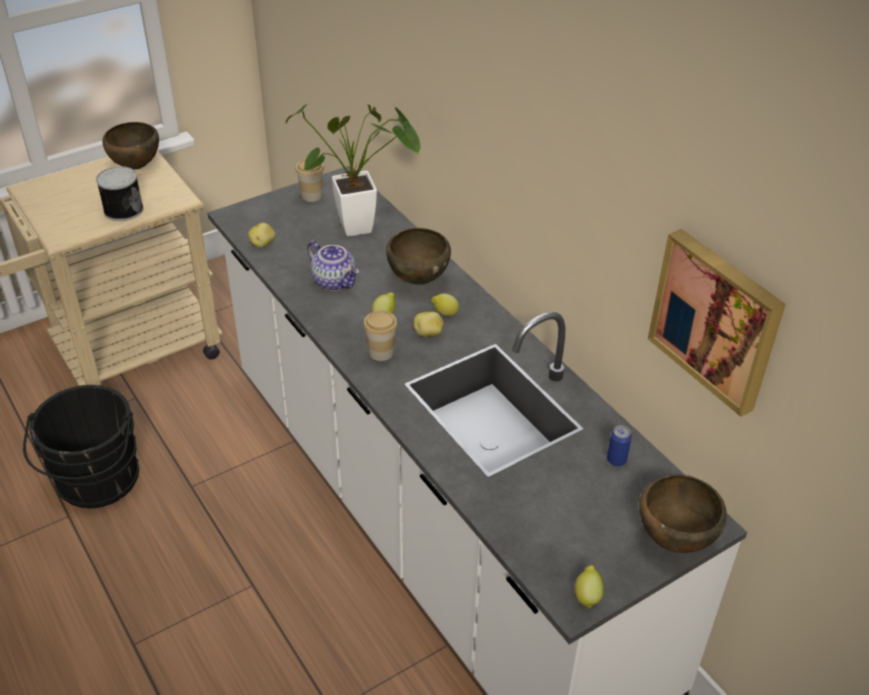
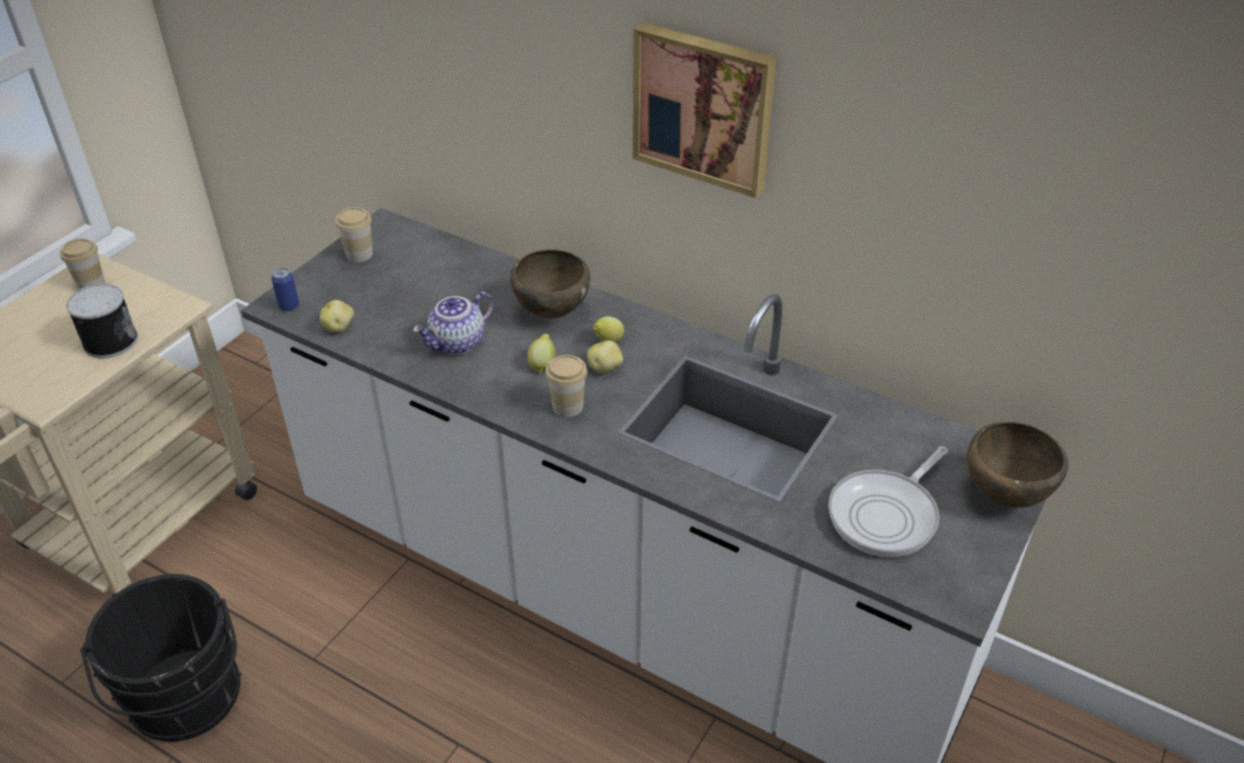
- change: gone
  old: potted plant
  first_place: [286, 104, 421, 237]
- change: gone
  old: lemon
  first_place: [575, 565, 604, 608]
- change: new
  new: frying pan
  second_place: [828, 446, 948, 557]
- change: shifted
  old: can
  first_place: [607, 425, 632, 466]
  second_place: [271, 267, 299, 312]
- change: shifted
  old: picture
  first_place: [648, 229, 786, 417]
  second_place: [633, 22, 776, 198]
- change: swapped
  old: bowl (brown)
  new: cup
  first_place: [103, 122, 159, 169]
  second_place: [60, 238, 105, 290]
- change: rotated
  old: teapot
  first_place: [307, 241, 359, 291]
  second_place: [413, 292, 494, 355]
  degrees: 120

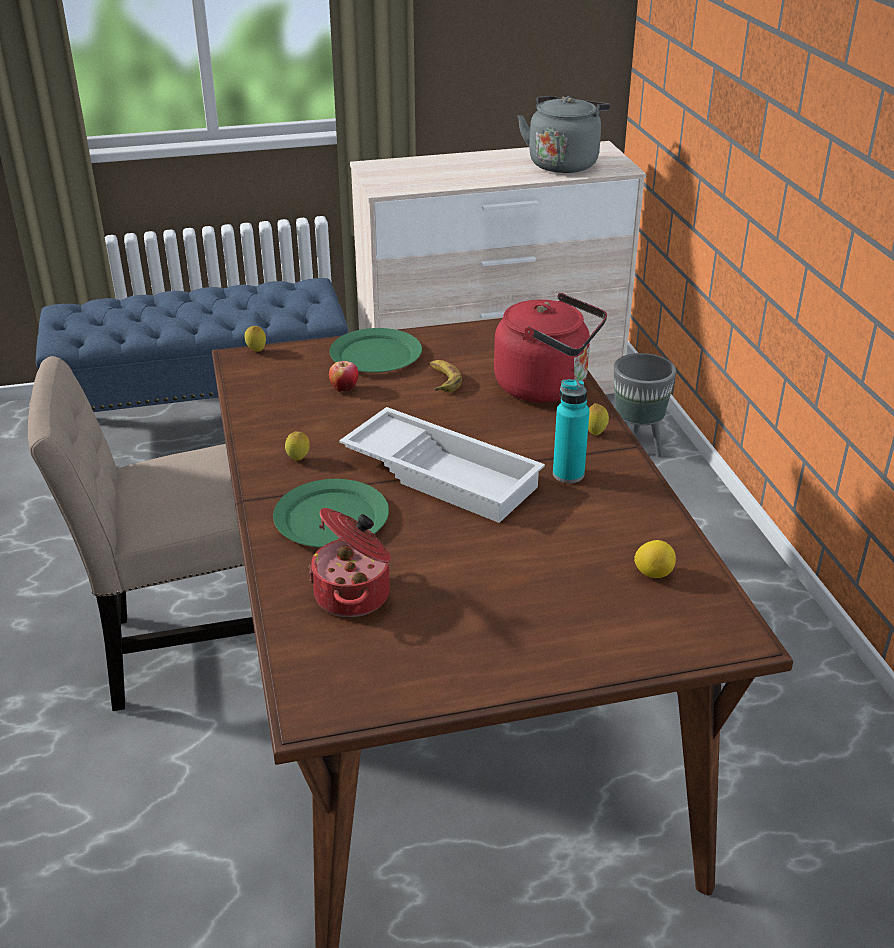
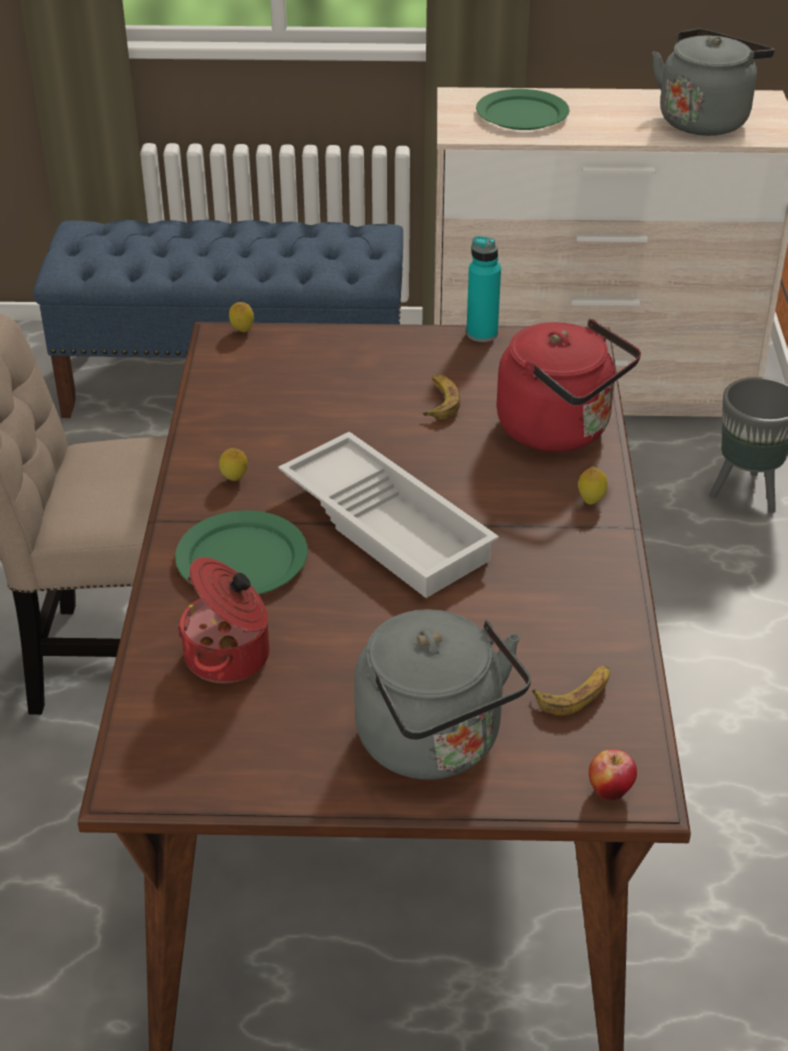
- change: new
  new: kettle (grey)
  second_place: [354, 609, 531, 779]
- change: shifted
  old: plate (green)
  first_place: [329, 328, 422, 373]
  second_place: [476, 89, 569, 130]
- change: shifted
  old: apple
  first_place: [329, 361, 359, 392]
  second_place: [589, 749, 637, 800]
- change: shifted
  old: bottle (turquoise)
  first_place: [553, 379, 590, 483]
  second_place: [466, 236, 501, 342]
- change: swapped
  old: lemon
  new: banana
  first_place: [634, 540, 676, 578]
  second_place: [532, 666, 610, 715]

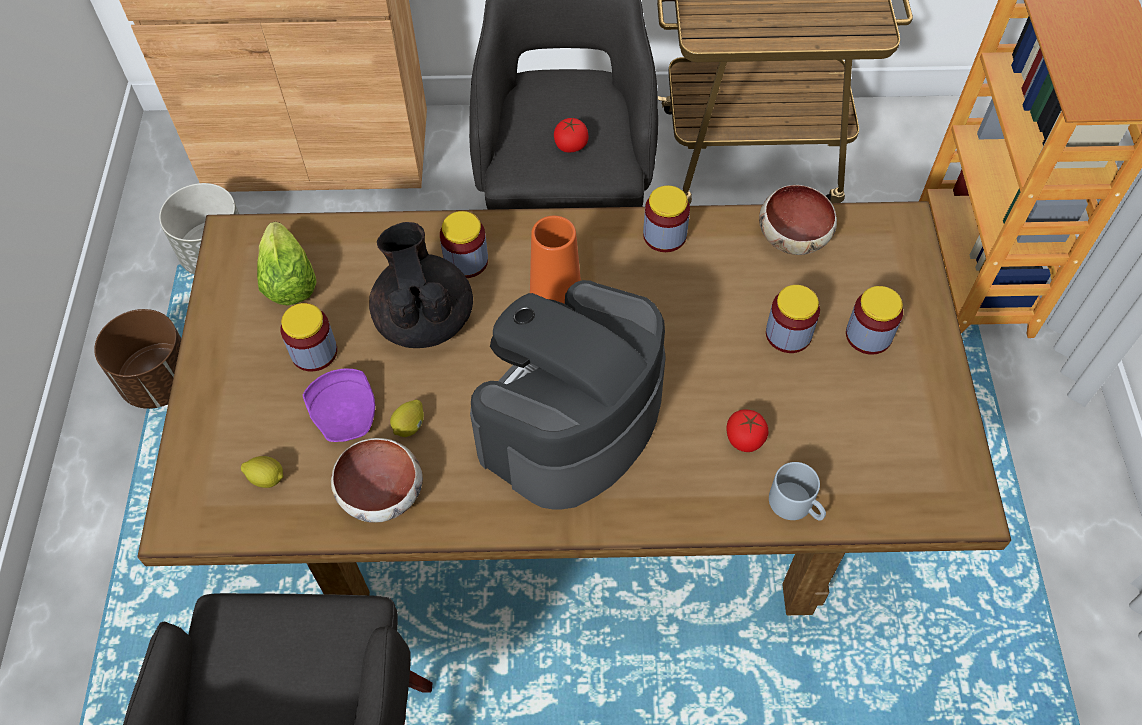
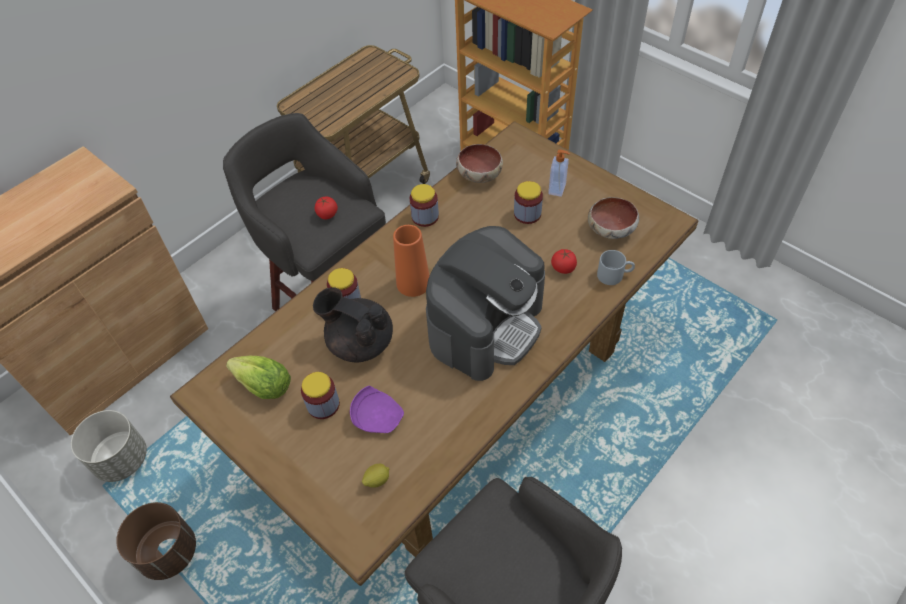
- change: gone
  old: lemon
  first_place: [390, 400, 424, 437]
- change: shifted
  old: bowl
  first_place: [331, 438, 423, 523]
  second_place: [588, 197, 639, 239]
- change: swapped
  old: jar
  new: soap dispenser
  first_place: [846, 286, 903, 355]
  second_place: [548, 150, 570, 197]
- change: rotated
  old: coffee machine
  first_place: [470, 280, 666, 509]
  second_place: [426, 226, 545, 381]
  degrees: -135

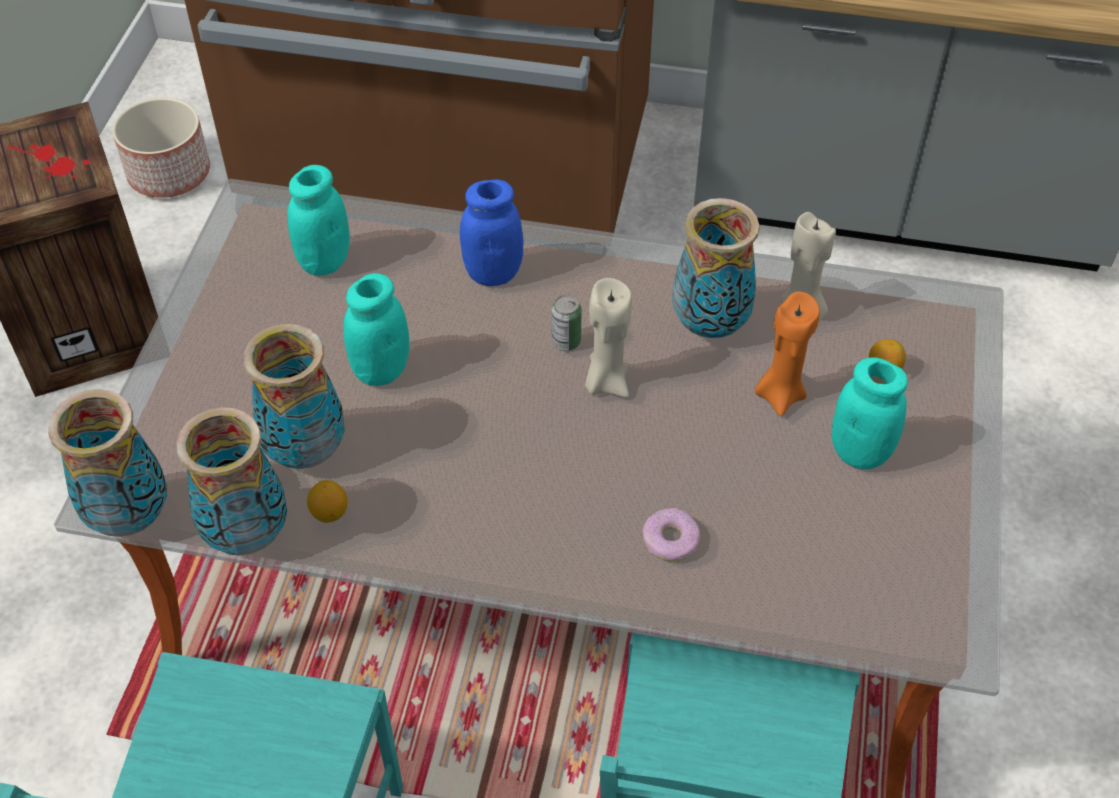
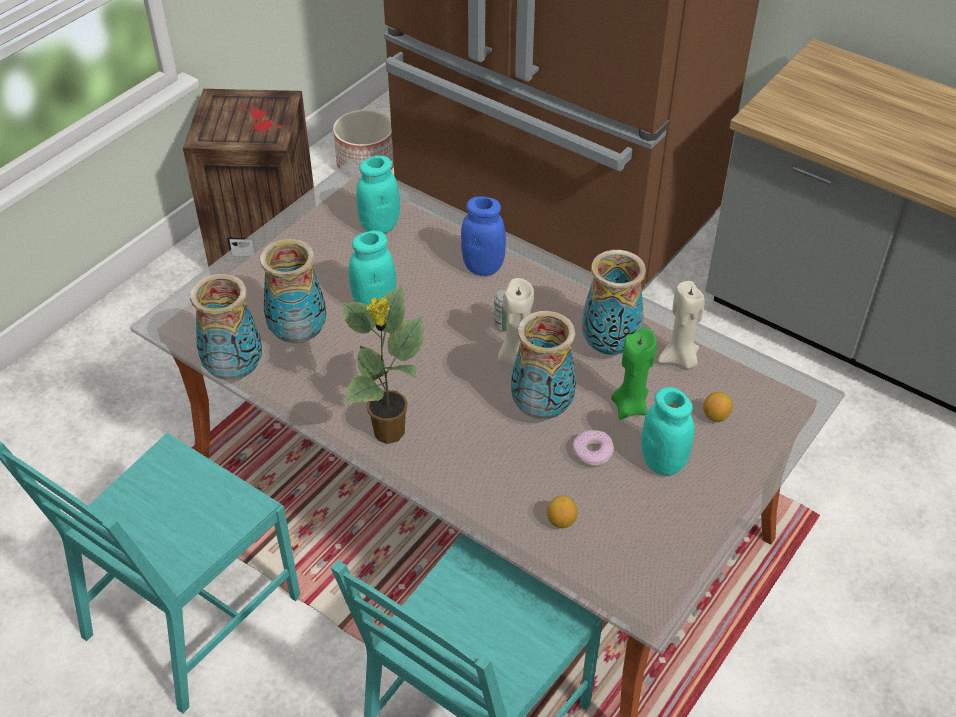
- change: new
  new: potted plant
  second_place: [342, 285, 424, 444]
- change: shifted
  old: vase
  first_place: [48, 389, 167, 537]
  second_place: [511, 311, 576, 419]
- change: shifted
  old: lemon
  first_place: [307, 480, 348, 523]
  second_place: [547, 495, 577, 528]
- change: shifted
  old: donut
  first_place: [642, 508, 700, 561]
  second_place: [573, 430, 614, 466]
- change: repainted
  old: candle (orange)
  new: candle (green)
  first_place: [755, 291, 820, 416]
  second_place: [611, 328, 657, 420]

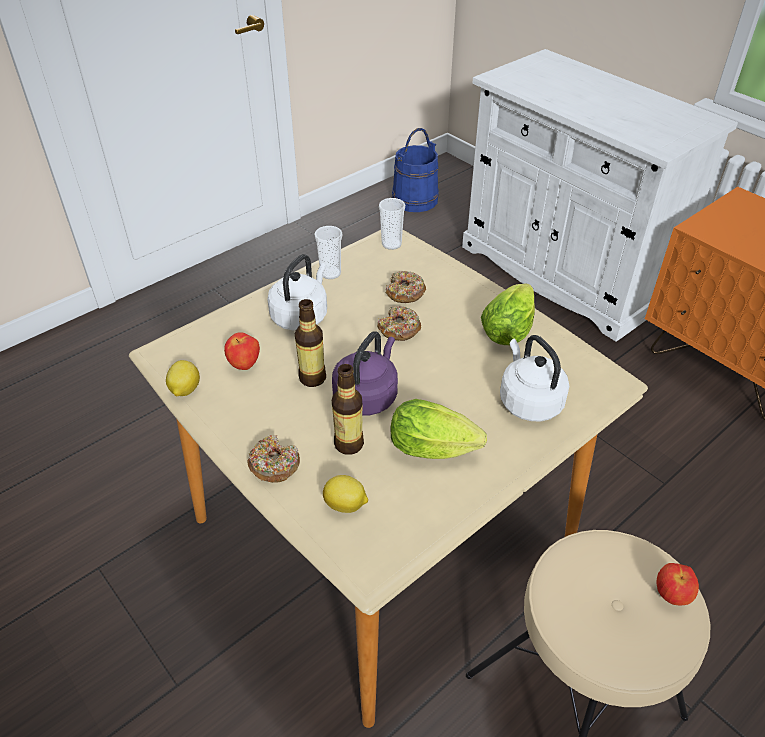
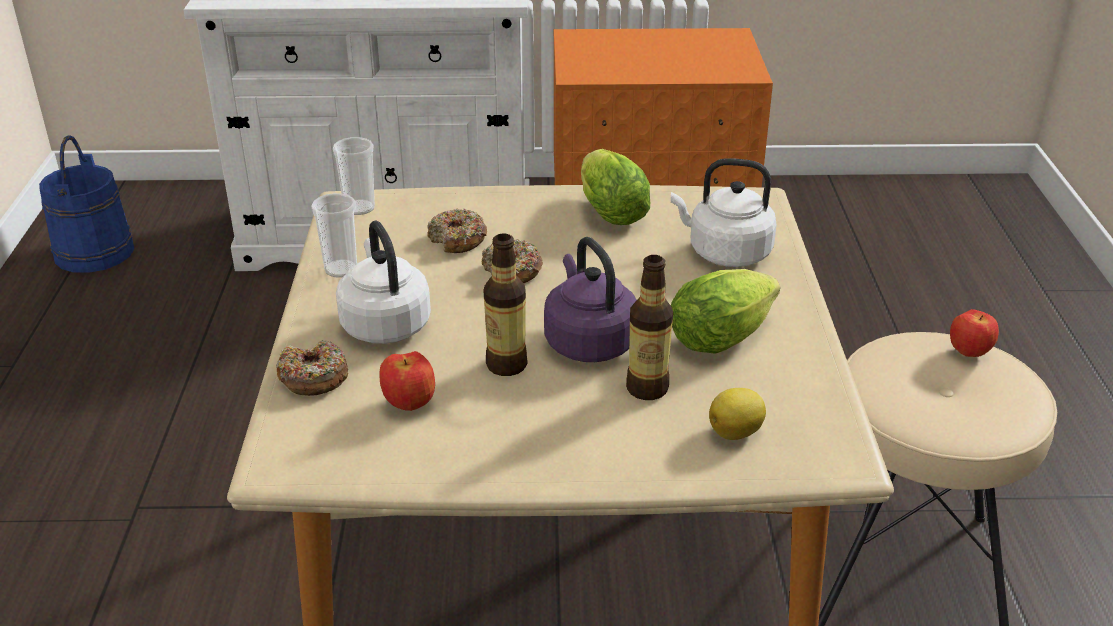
- change: gone
  old: lemon
  first_place: [166, 360, 200, 396]
- change: shifted
  old: donut
  first_place: [248, 435, 300, 483]
  second_place: [276, 340, 348, 396]

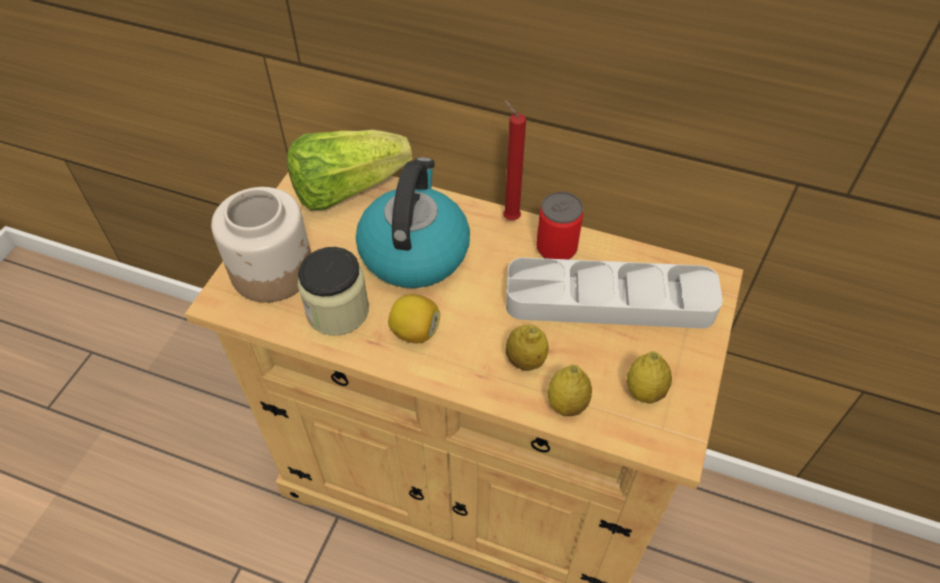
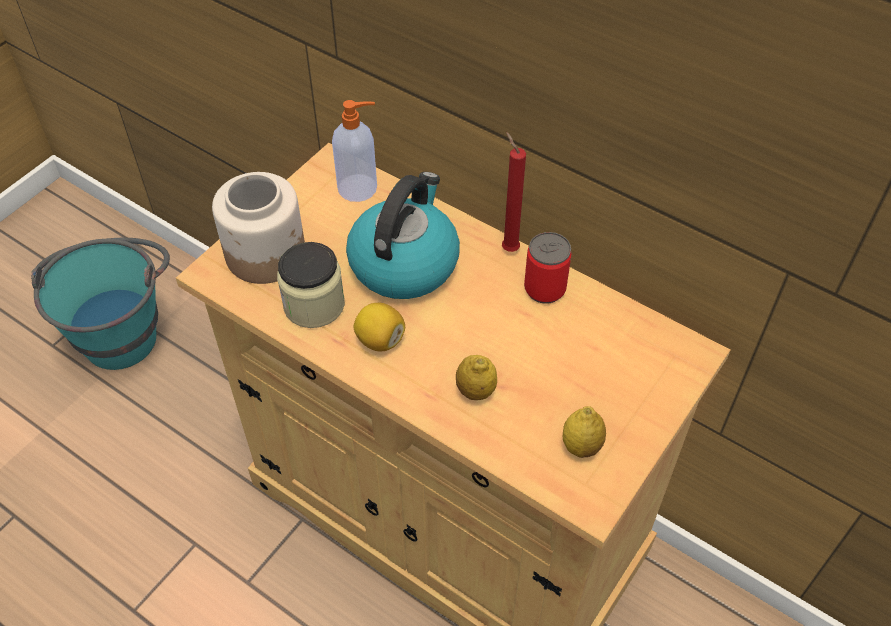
- change: gone
  old: tray (grey)
  first_place: [506, 257, 723, 329]
- change: gone
  old: lemon
  first_place: [548, 365, 592, 416]
- change: new
  new: bucket (turquoise)
  second_place: [31, 238, 170, 370]
- change: swapped
  old: lettuce
  new: soap dispenser
  first_place: [287, 130, 412, 211]
  second_place: [332, 100, 377, 202]

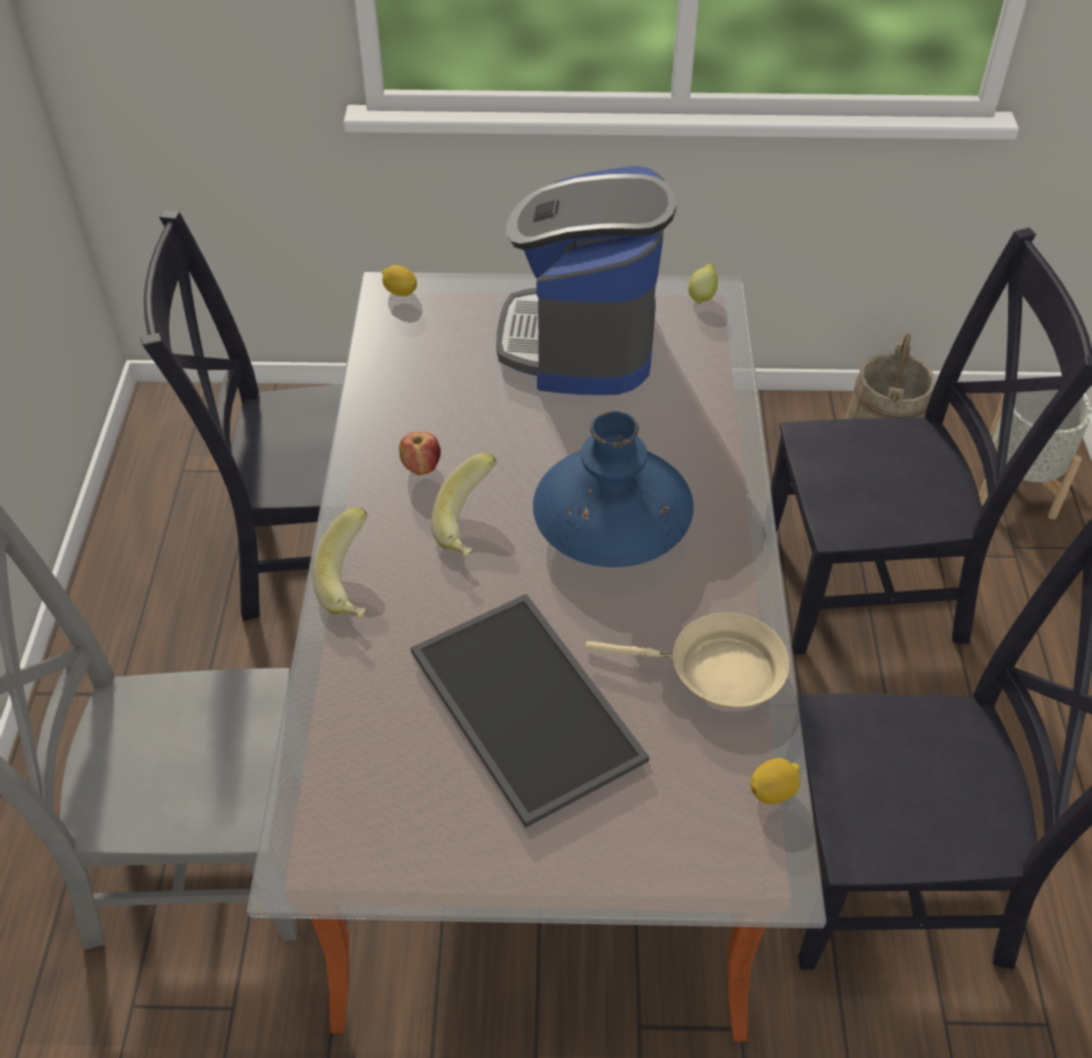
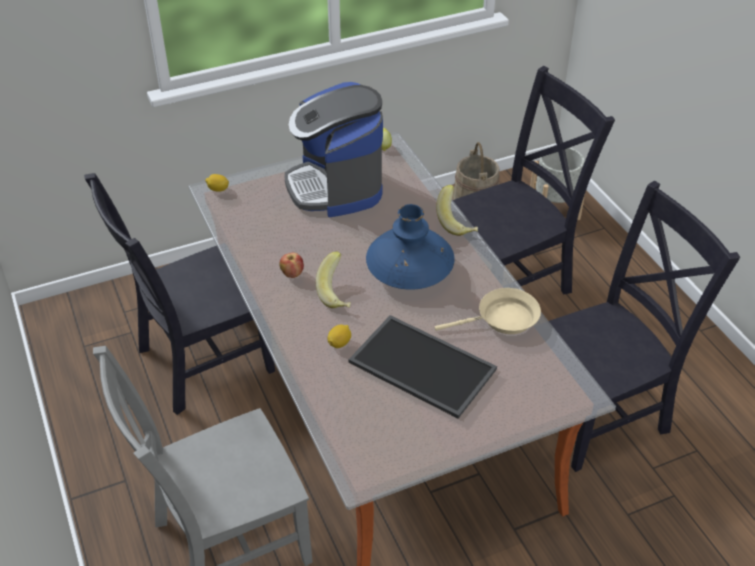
- change: shifted
  old: banana
  first_place: [313, 508, 368, 619]
  second_place: [436, 185, 478, 236]
- change: shifted
  old: lemon
  first_place: [750, 758, 800, 804]
  second_place: [328, 324, 351, 348]

